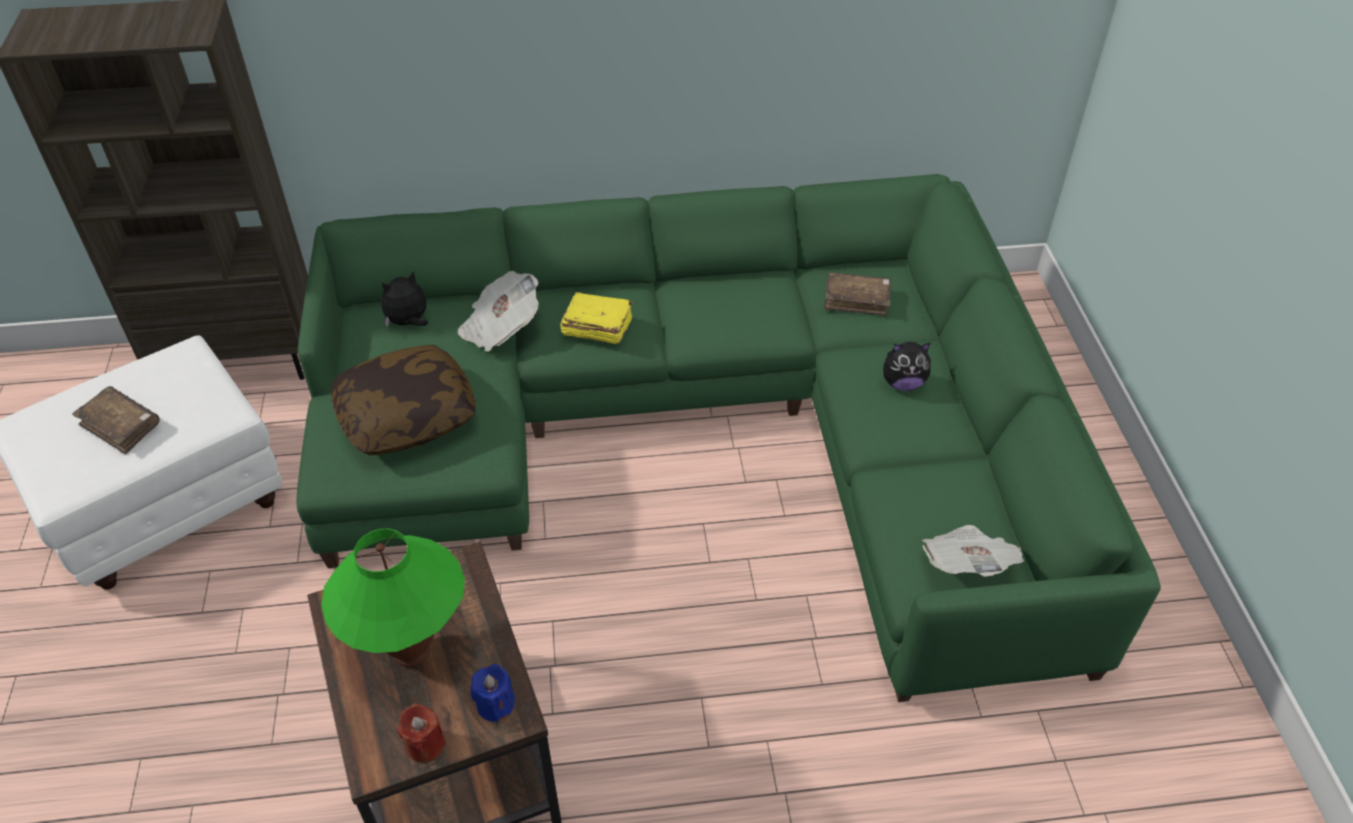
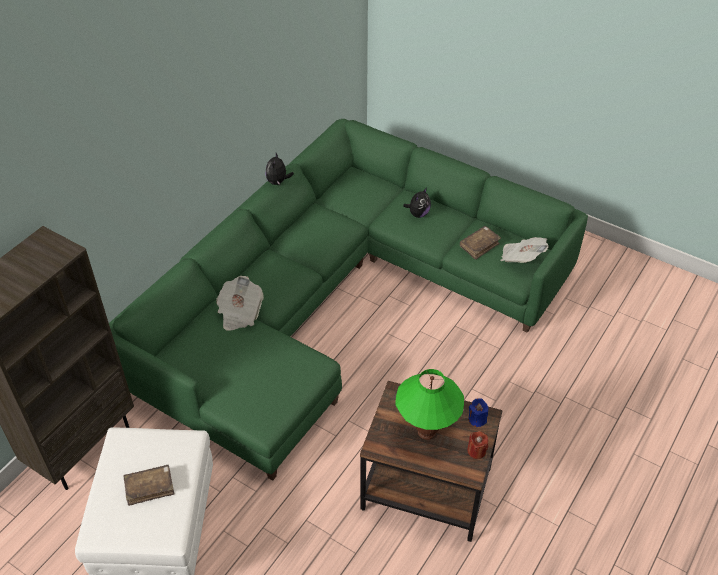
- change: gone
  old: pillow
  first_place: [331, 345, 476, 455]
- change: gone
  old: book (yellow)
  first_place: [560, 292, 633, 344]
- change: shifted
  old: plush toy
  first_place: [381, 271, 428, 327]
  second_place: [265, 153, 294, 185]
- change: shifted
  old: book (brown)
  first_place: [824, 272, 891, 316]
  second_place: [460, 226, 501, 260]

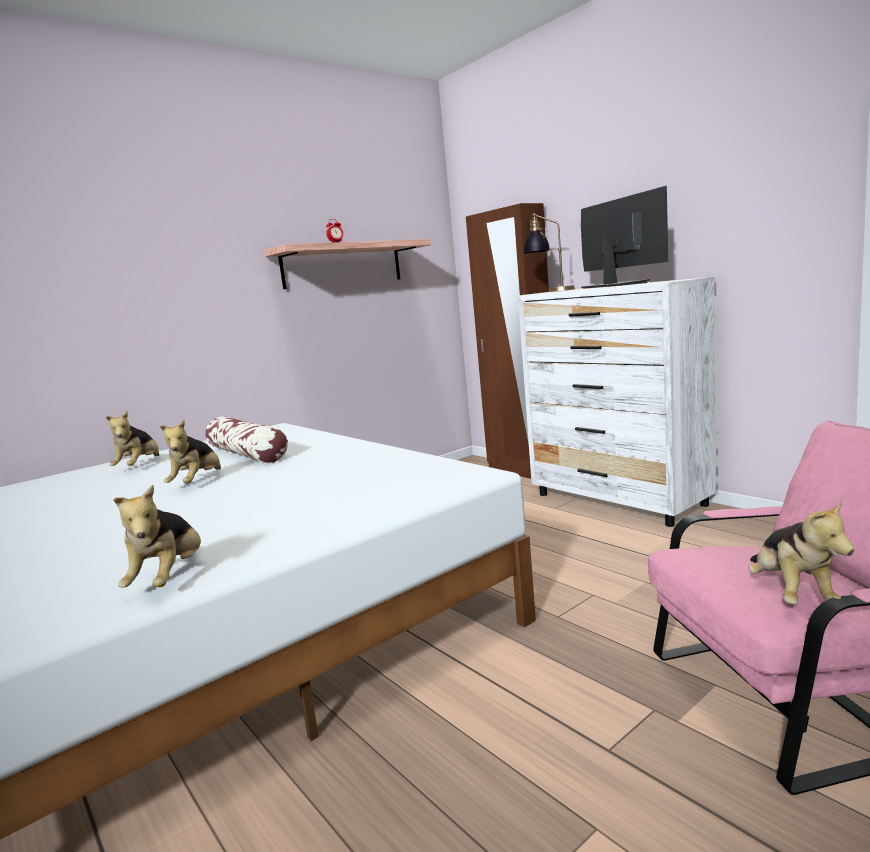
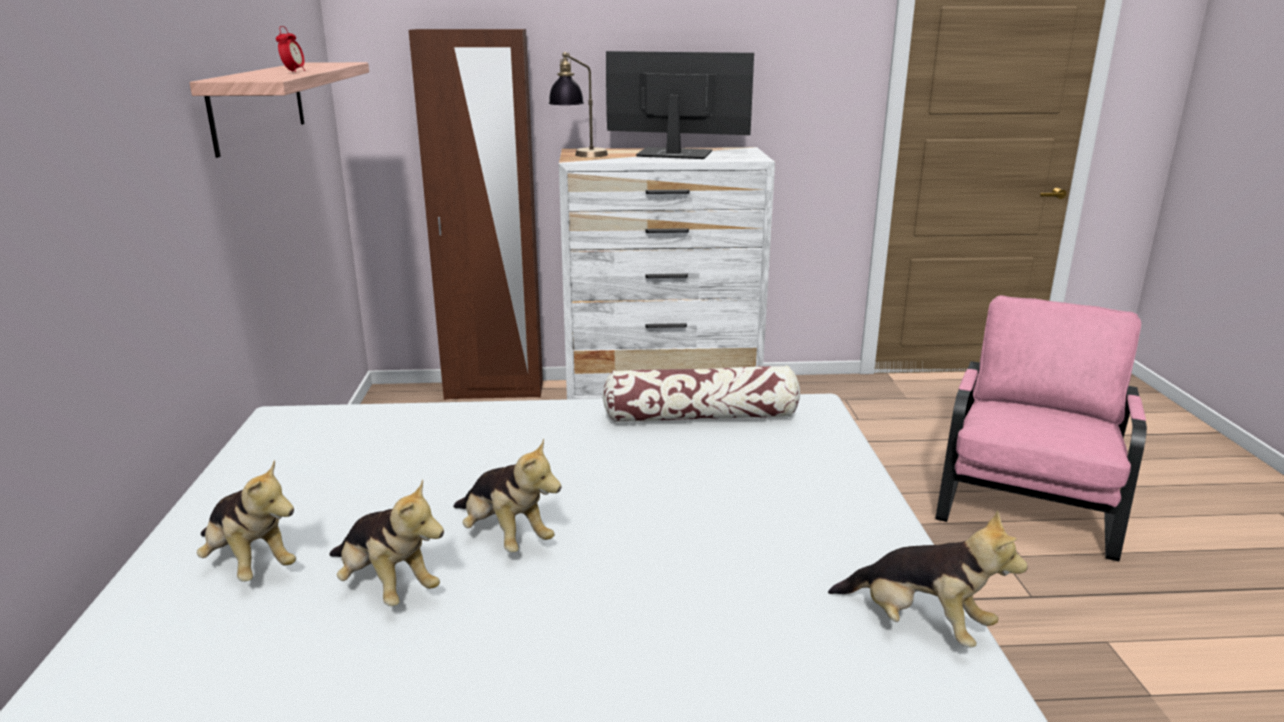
- change: shifted
  old: pillow
  first_place: [205, 416, 288, 463]
  second_place: [602, 365, 800, 423]
- change: shifted
  old: plush toy
  first_place: [748, 500, 854, 604]
  second_place: [329, 479, 444, 606]

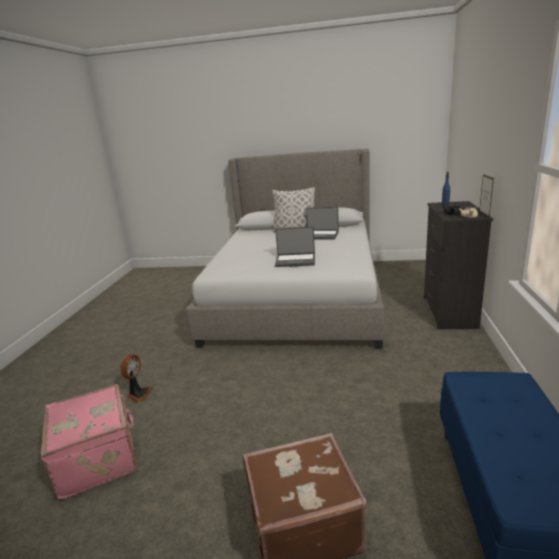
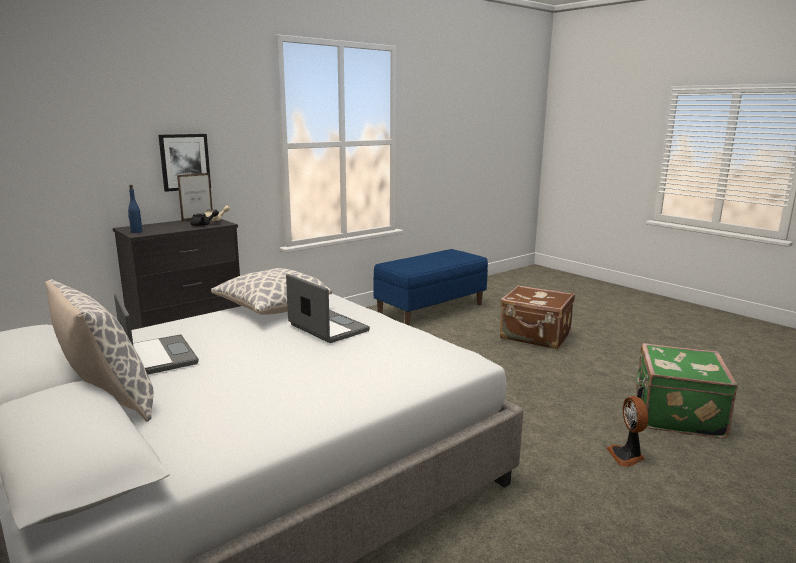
- change: new
  new: picture
  second_place: [158, 134, 211, 192]
- change: new
  new: pillow
  second_place: [211, 268, 332, 315]
- change: repainted
  old: suitcase (pink)
  new: suitcase (green)
  first_place: [40, 384, 137, 500]
  second_place: [636, 343, 738, 439]
- change: rotated
  old: fan
  first_place: [120, 354, 153, 403]
  second_place: [606, 396, 648, 467]
  degrees: -60

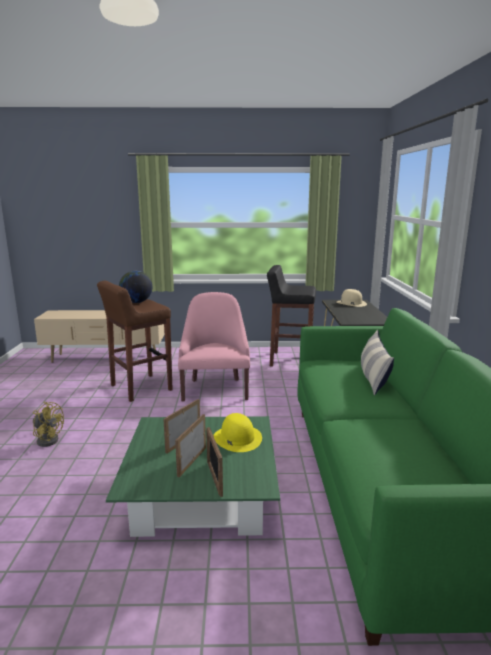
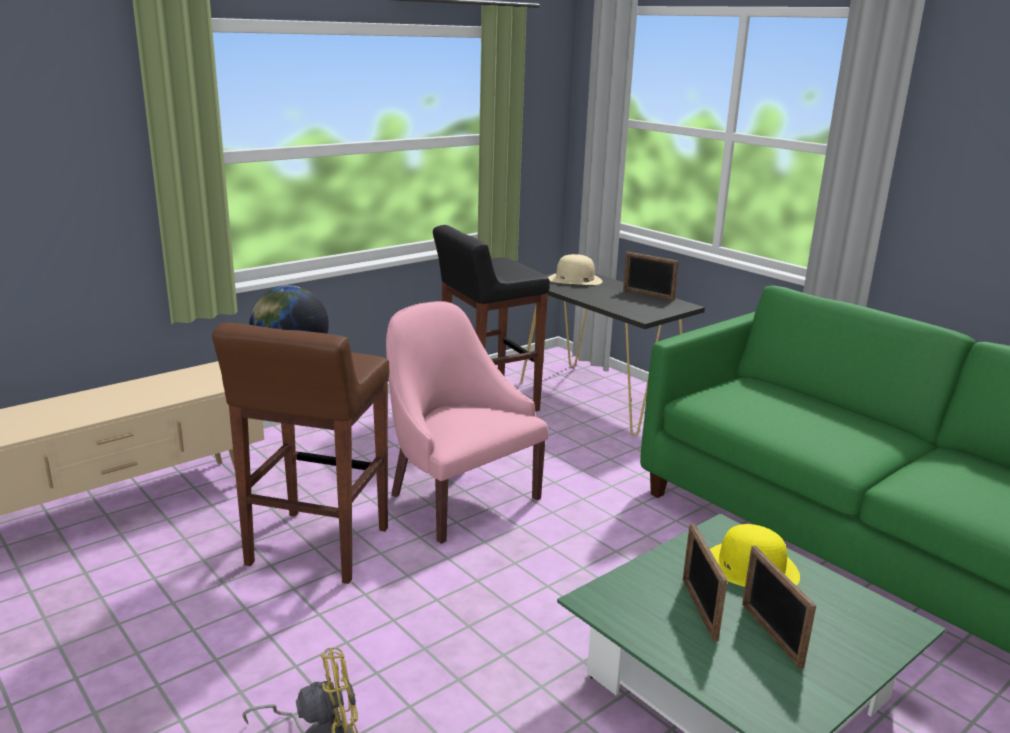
- change: gone
  old: pillow
  first_place: [361, 330, 394, 395]
- change: shifted
  old: picture frame
  first_place: [206, 427, 223, 497]
  second_place: [623, 251, 679, 301]

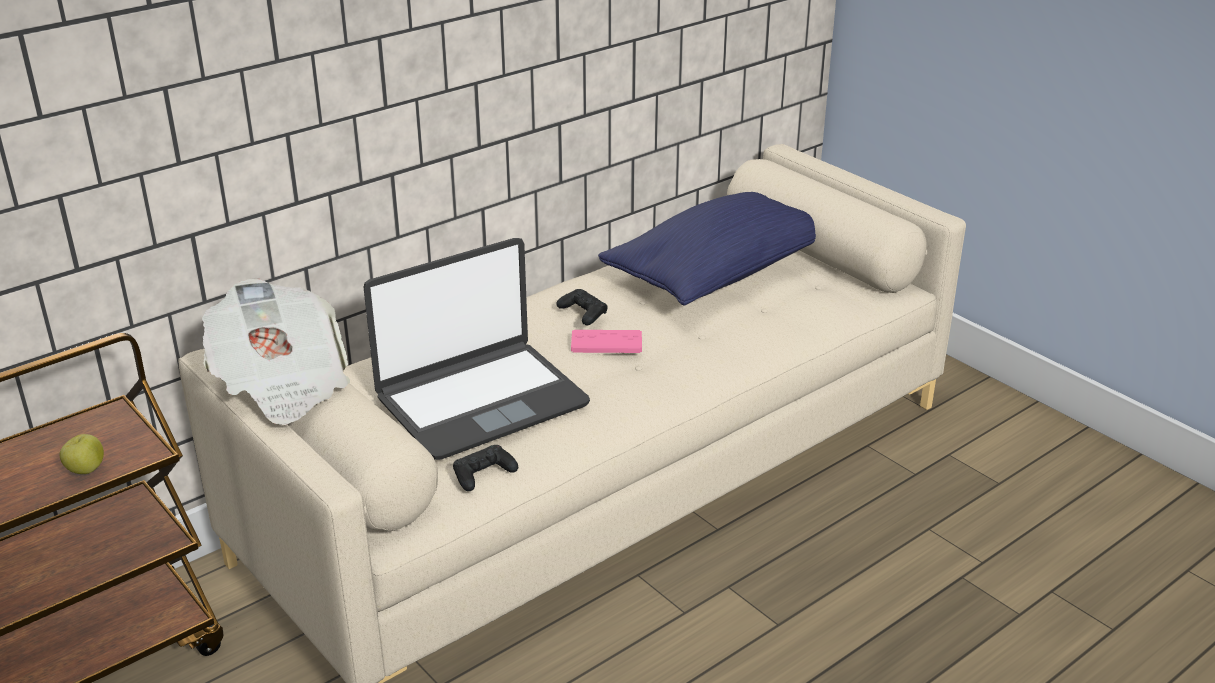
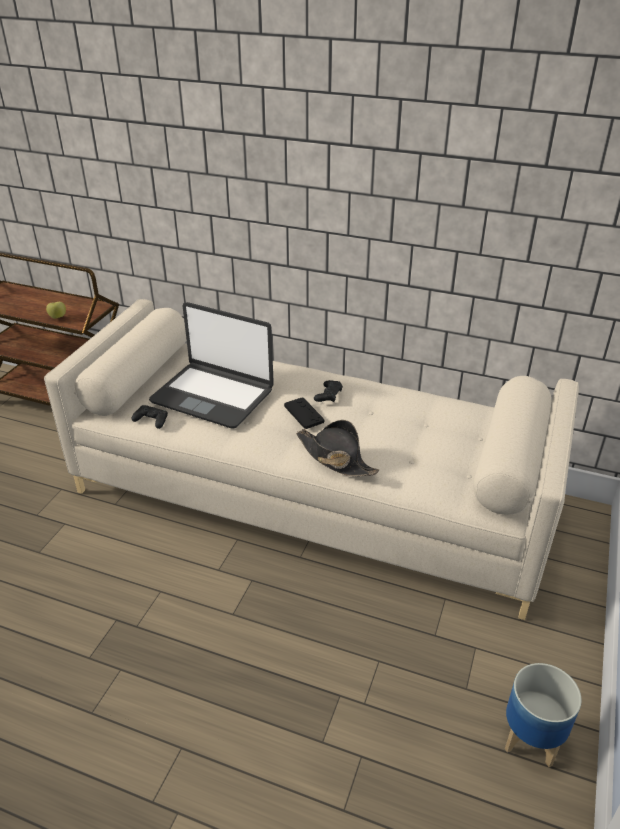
- change: gone
  old: newspaper
  first_place: [202, 278, 350, 425]
- change: gone
  old: pillow (blue)
  first_place: [598, 192, 816, 306]
- change: new
  new: hat (black)
  second_place: [296, 420, 379, 476]
- change: new
  new: planter
  second_place: [505, 663, 582, 767]
- change: repainted
  old: game controller (pink)
  new: game controller (black)
  first_place: [571, 330, 642, 353]
  second_place: [284, 398, 324, 429]

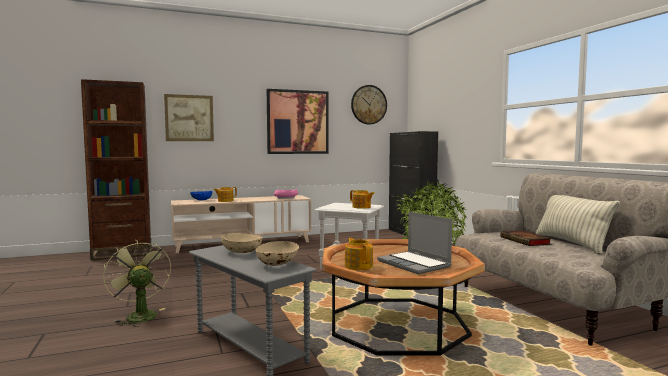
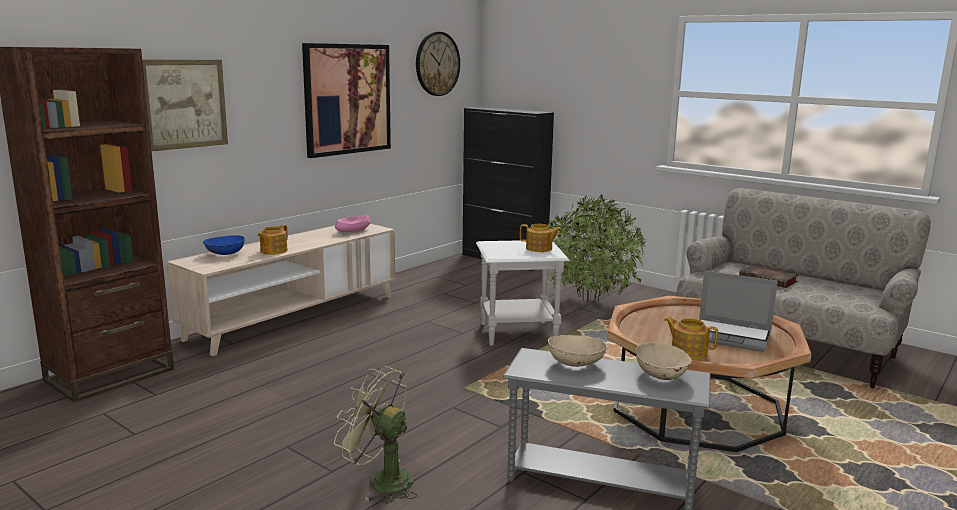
- change: gone
  old: pillow
  first_place: [536, 195, 620, 255]

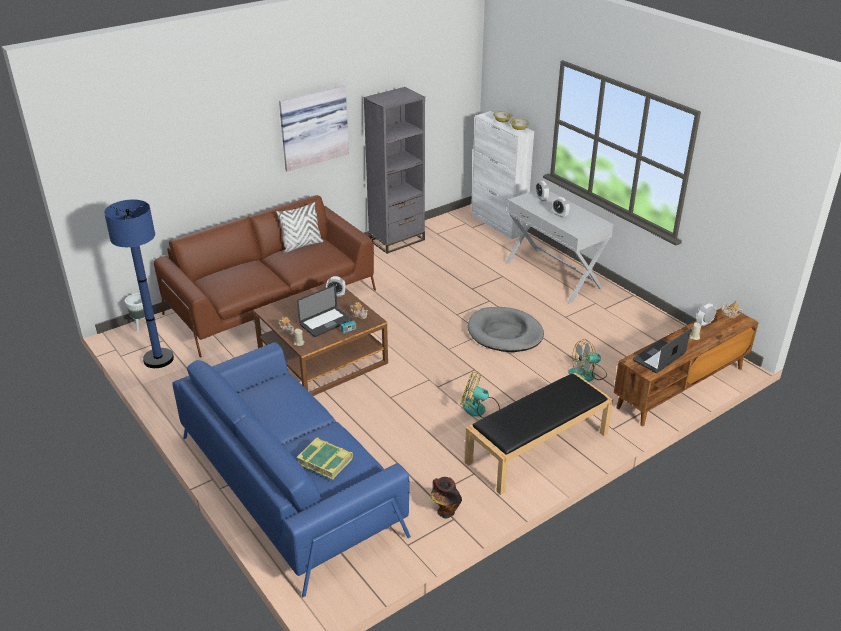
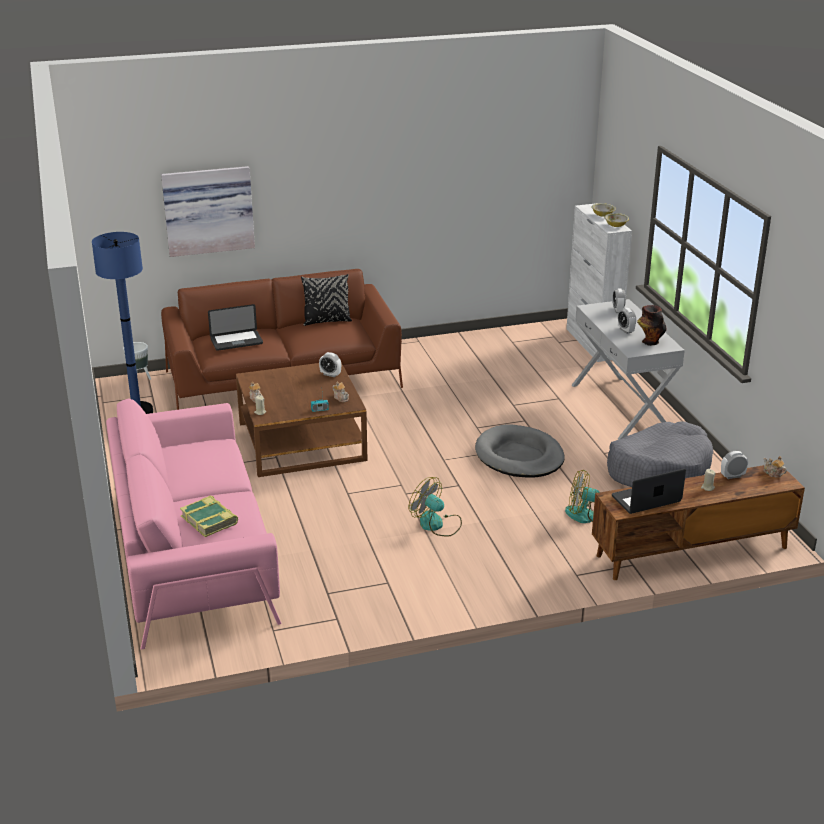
- change: gone
  old: bookcase (grey)
  first_place: [364, 87, 425, 254]
- change: gone
  old: bench (black)
  first_place: [465, 373, 613, 495]
- change: new
  new: dog bed (grey)
  second_place: [607, 422, 713, 487]
- change: shifted
  old: picture
  first_place: [279, 86, 349, 172]
  second_place: [161, 166, 255, 257]
- change: shifted
  old: laptop
  first_place: [297, 285, 352, 337]
  second_place: [208, 304, 263, 351]
- change: shifted
  old: vase
  first_place: [430, 477, 462, 519]
  second_place: [637, 305, 667, 346]
- change: repainted
  old: sofa (blue)
  new: sofa (pink)
  first_place: [172, 342, 411, 598]
  second_place: [106, 398, 282, 650]
- change: repainted
  old: pillow (white)
  new: pillow (black)
  first_place: [276, 202, 323, 253]
  second_place: [301, 274, 352, 326]

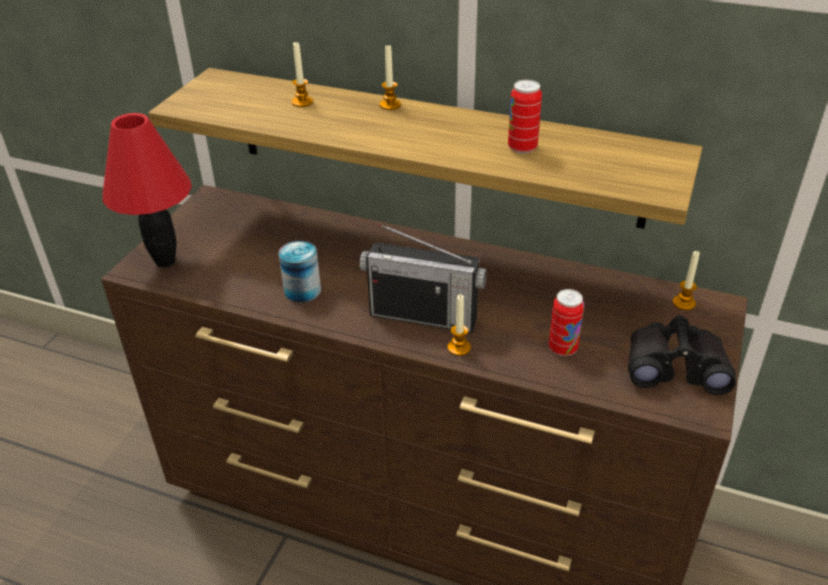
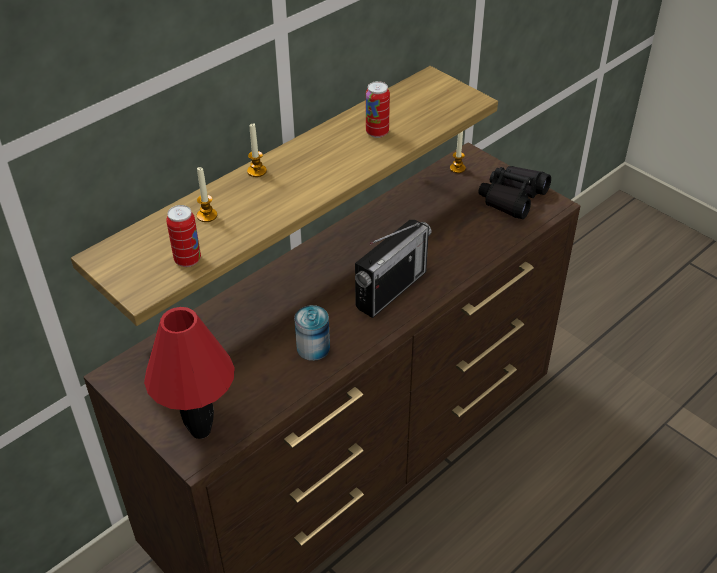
- change: gone
  old: candle
  first_place: [448, 294, 471, 356]
- change: shifted
  old: can
  first_place: [549, 289, 584, 356]
  second_place: [166, 205, 201, 267]

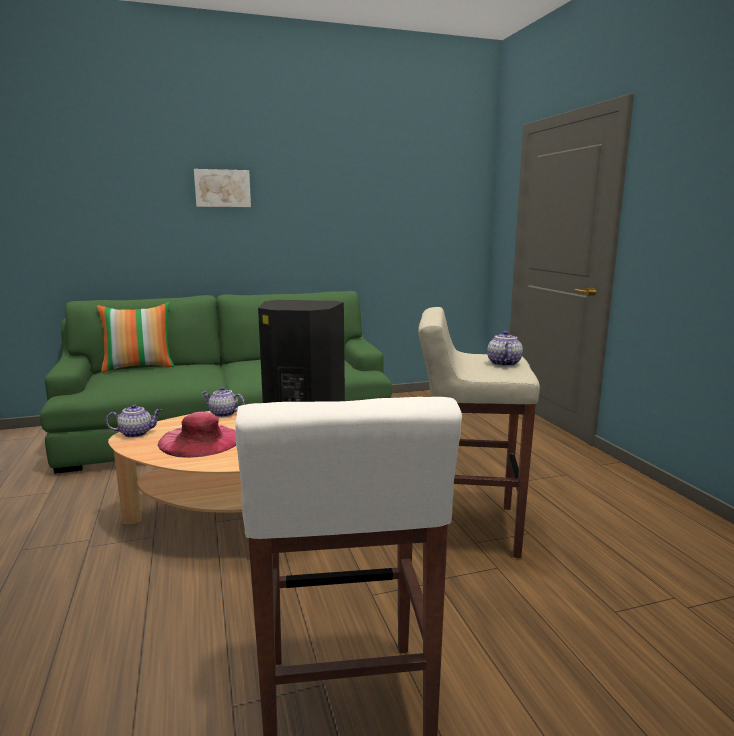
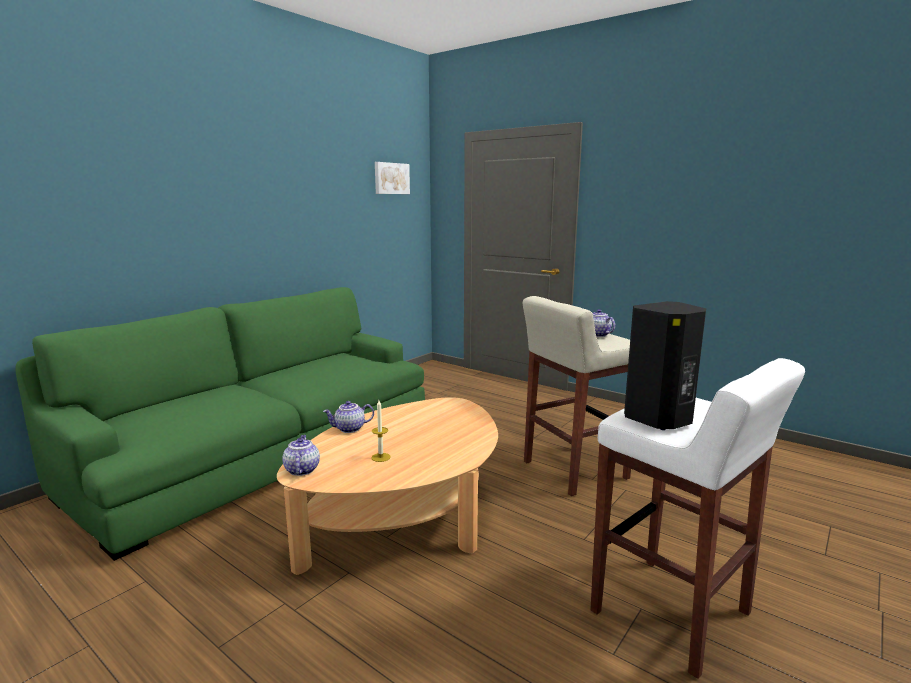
- change: gone
  old: pillow
  first_place: [97, 302, 175, 373]
- change: shifted
  old: picture
  first_place: [194, 169, 251, 207]
  second_place: [375, 162, 410, 194]
- change: swapped
  old: hat (pink)
  new: candle
  first_place: [157, 412, 236, 458]
  second_place: [371, 400, 391, 462]
- change: rotated
  old: teapot
  first_place: [106, 404, 162, 438]
  second_place: [282, 435, 320, 476]
  degrees: -45

